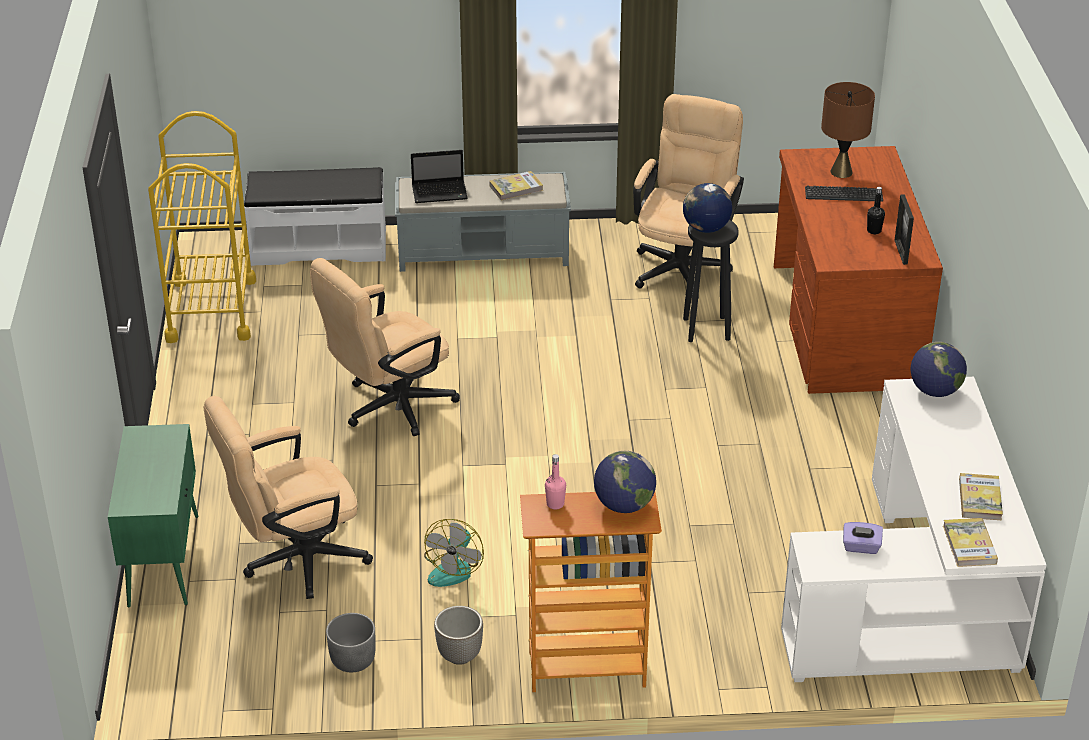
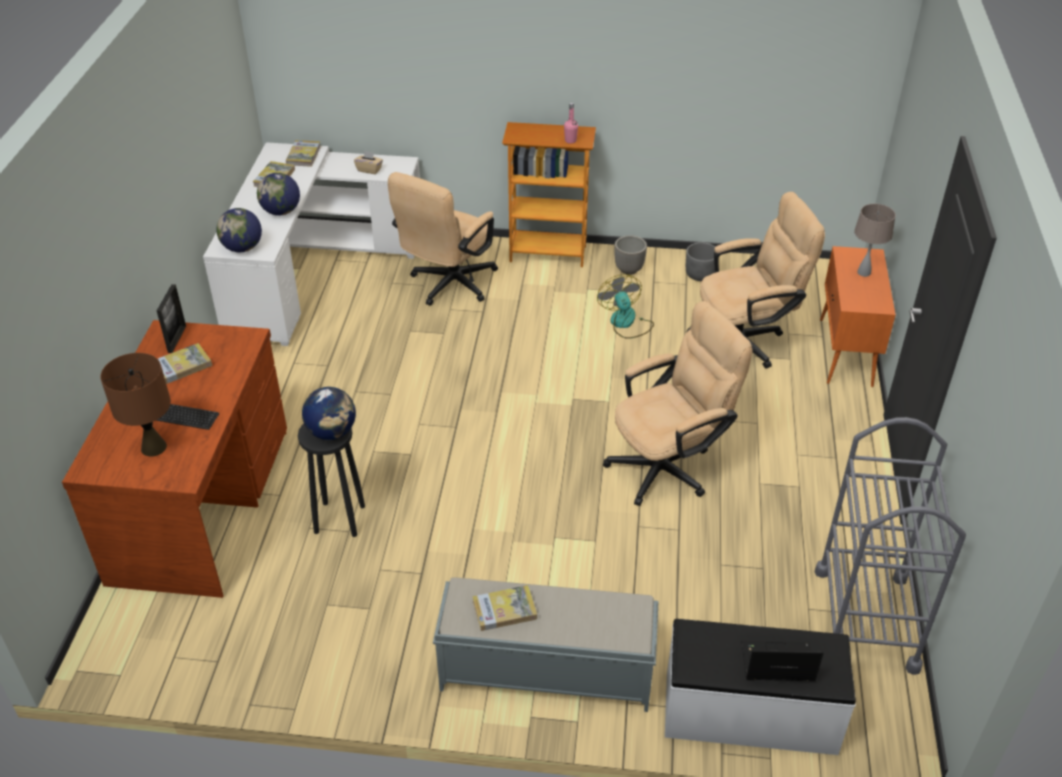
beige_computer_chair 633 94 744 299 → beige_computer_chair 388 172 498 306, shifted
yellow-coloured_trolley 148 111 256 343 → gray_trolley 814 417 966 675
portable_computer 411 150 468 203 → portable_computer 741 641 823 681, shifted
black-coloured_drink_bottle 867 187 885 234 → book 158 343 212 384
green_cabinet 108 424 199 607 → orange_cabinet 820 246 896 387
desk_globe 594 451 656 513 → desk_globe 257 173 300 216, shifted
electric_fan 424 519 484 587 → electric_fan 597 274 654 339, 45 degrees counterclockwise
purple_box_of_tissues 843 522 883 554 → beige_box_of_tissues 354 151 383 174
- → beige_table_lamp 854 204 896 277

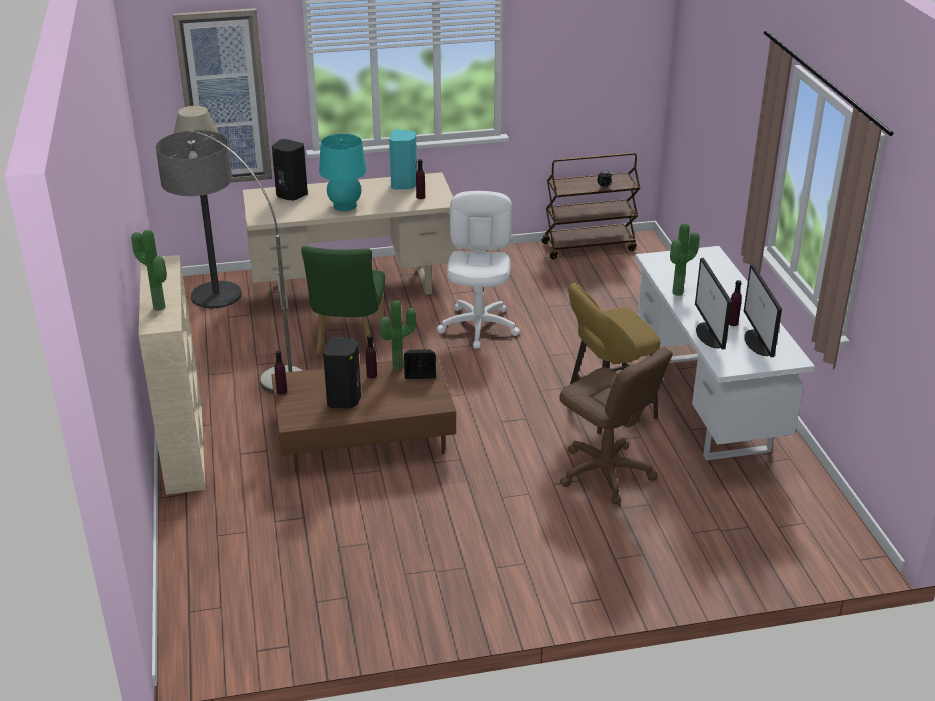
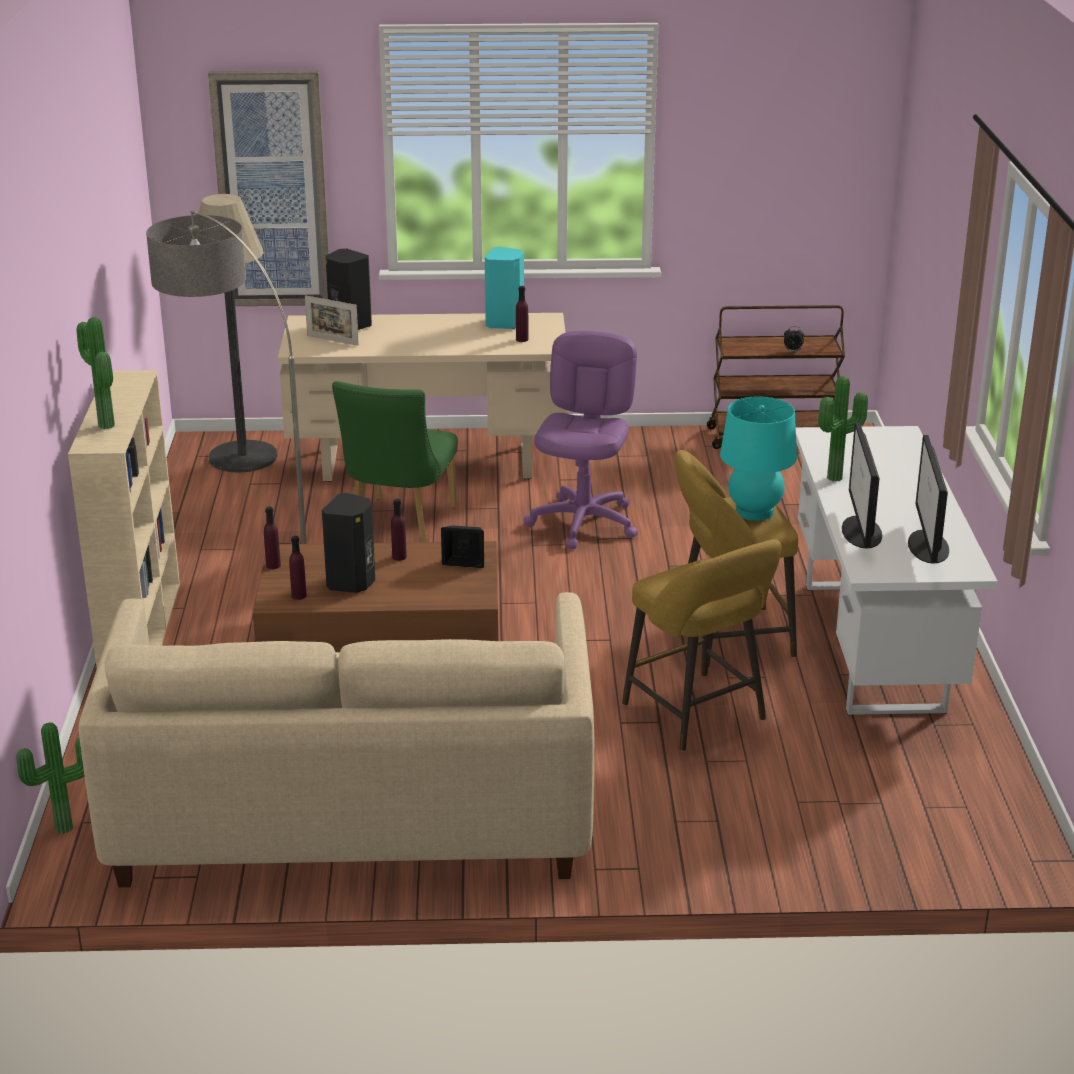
turquoise_table_lamp 319 134 367 211 → turquoise_table_lamp 720 396 797 521, shifted
whitish_computer_chair 437 191 520 349 → purple_computer_chair 524 331 638 549
purple_drink_bottle 729 280 742 326 → purple_drink_bottle 289 536 307 600, shifted
plant_in_a_pot 380 300 416 370 → plant_in_a_pot 16 722 84 834, shifted
brownish_computer_chair 559 347 673 504 → yellow-coloured_sitting_stool 622 539 781 752
- → standing_frame 305 295 359 346
- → beige_sofa 79 592 594 887

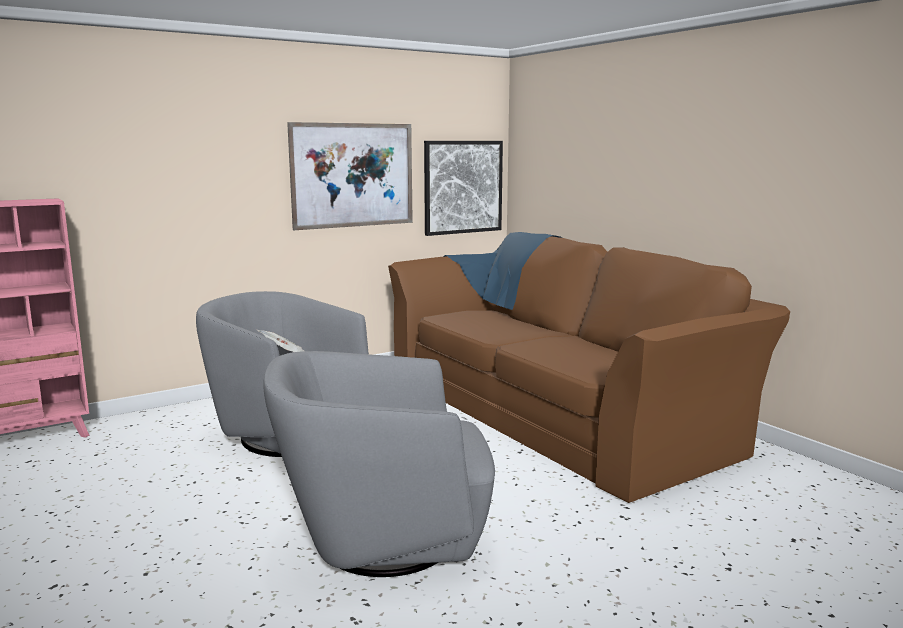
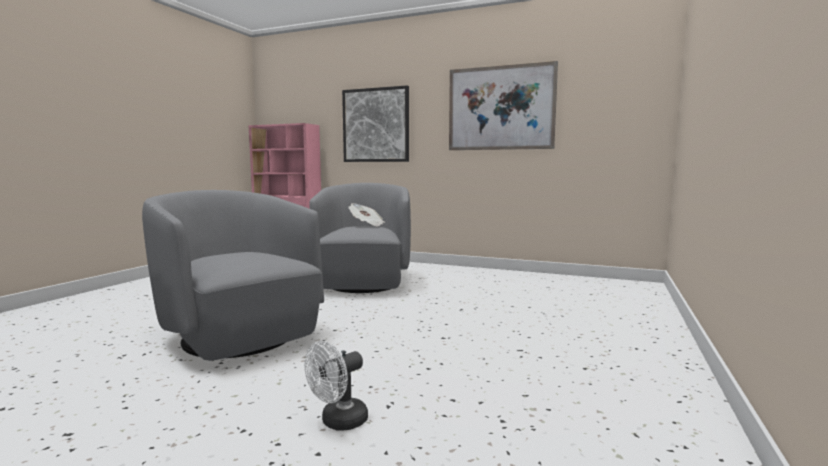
picture 424 141 503 236 → picture 342 85 409 162, shifted
brownish_sofa 388 232 790 503 → -
- → whitish_electric_fan 304 341 368 431

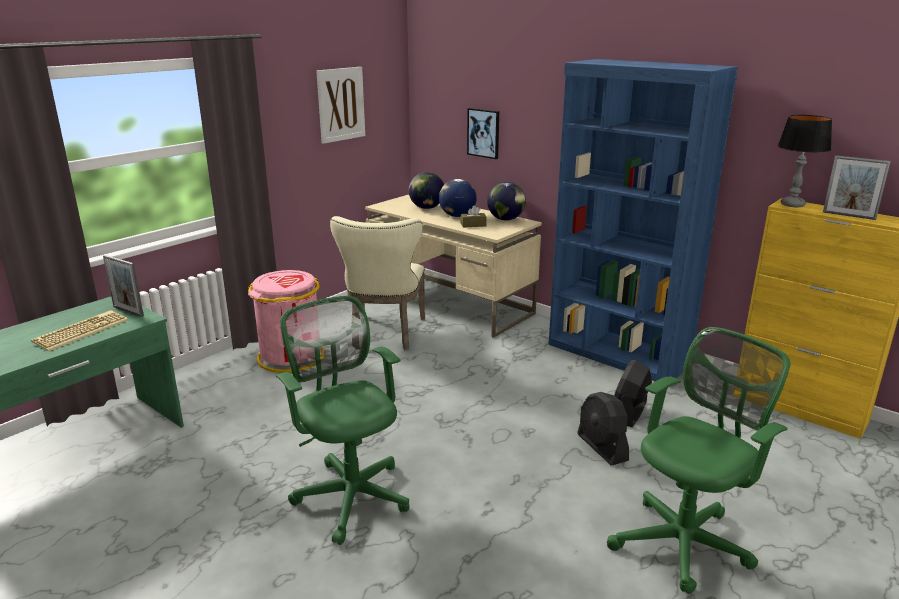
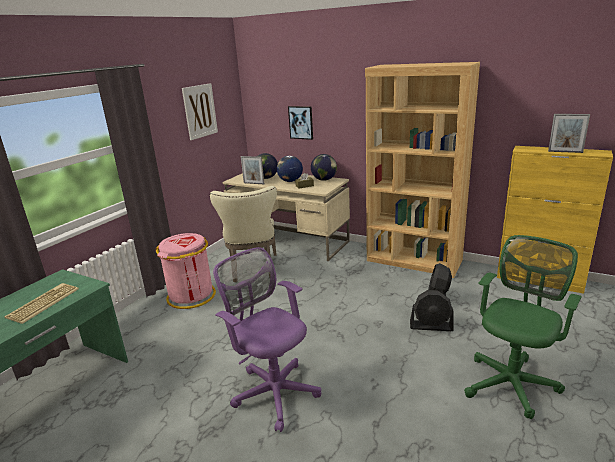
blue_bookcase 549 59 738 381 → brownish_bookcase 365 62 480 278
table_lamp 778 115 832 207 → -
standing_frame 103 255 144 317 → standing_frame 241 156 264 184, shifted
green_computer_chair 276 296 410 545 → purple_computer_chair 213 247 321 432
black-coloured_electric_fan 577 392 629 466 → black-coloured_electric_fan 410 290 454 331, 45 degrees counterclockwise

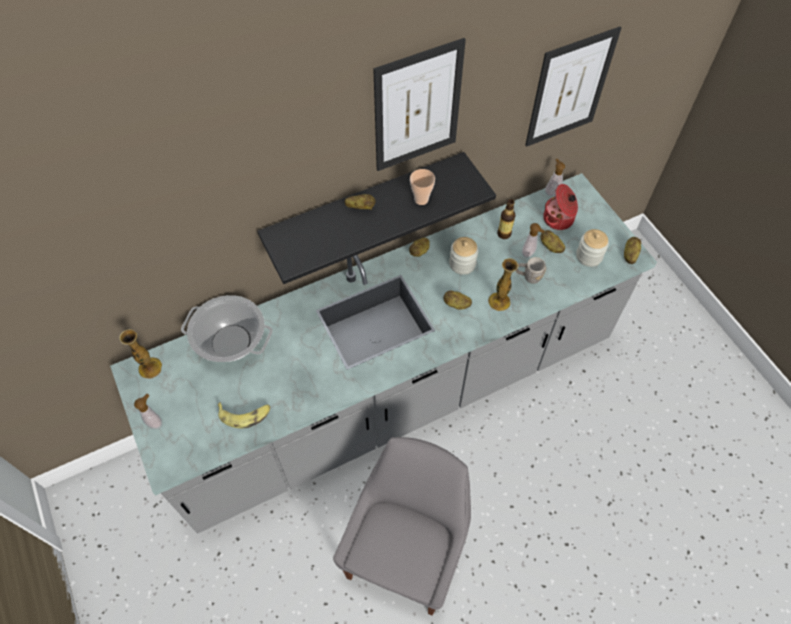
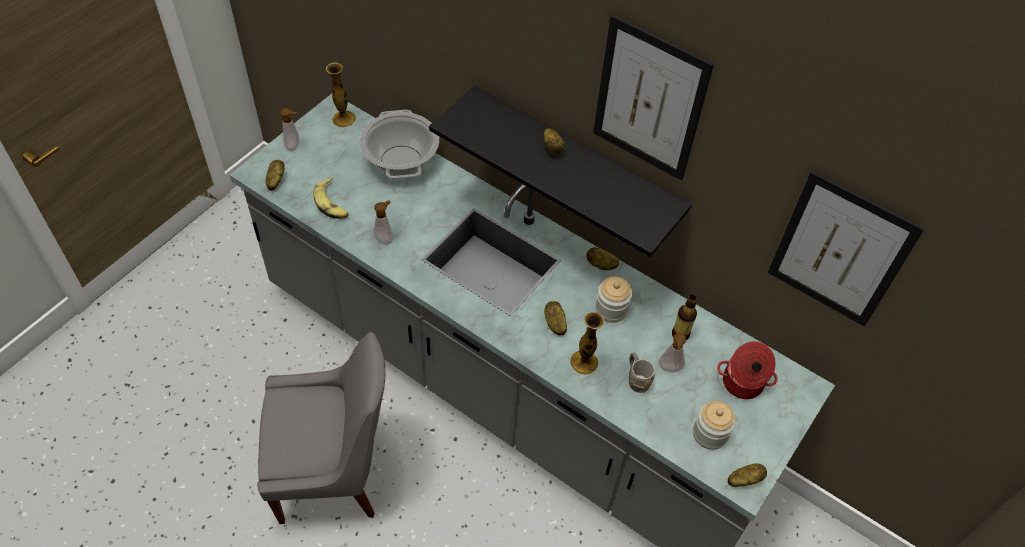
soap_dispenser 545 159 565 196 → soap_dispenser 374 200 393 245, shifted
drinking_cup 410 169 435 205 → -
potato 541 230 565 253 → potato 266 160 285 190, shifted

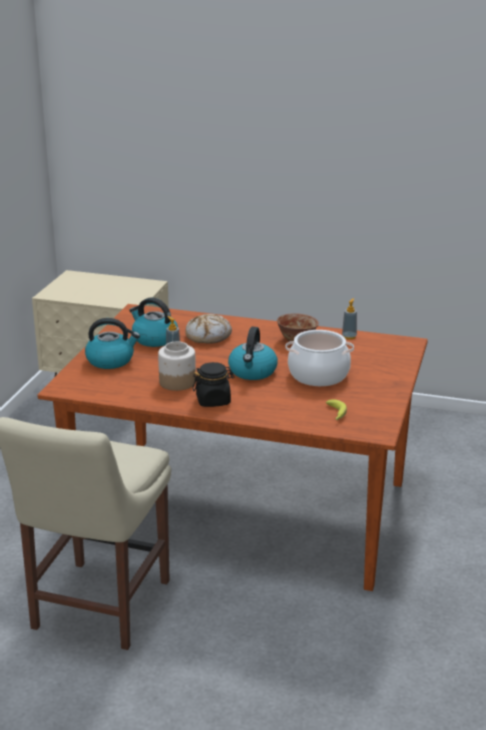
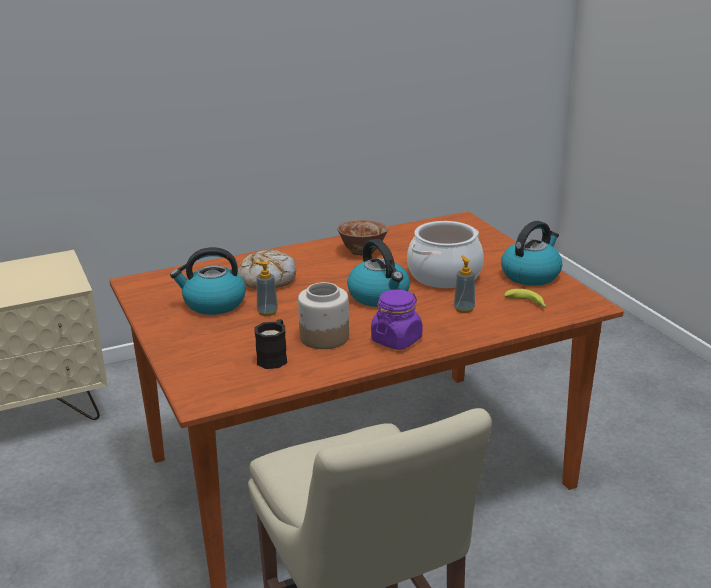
soap_dispenser 342 298 357 340 → soap_dispenser 454 255 475 313, shifted
kettle 85 318 140 369 → kettle 501 221 562 286, shifted
black-coloured_storage_jar 193 362 234 407 → purple_storage_jar 371 289 422 350
- → black-coloured_coffee_mug 255 319 287 369

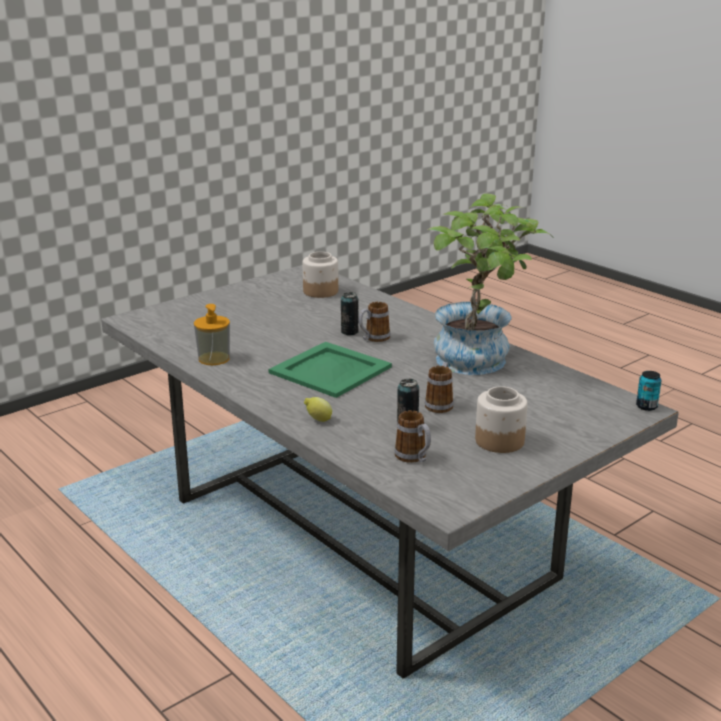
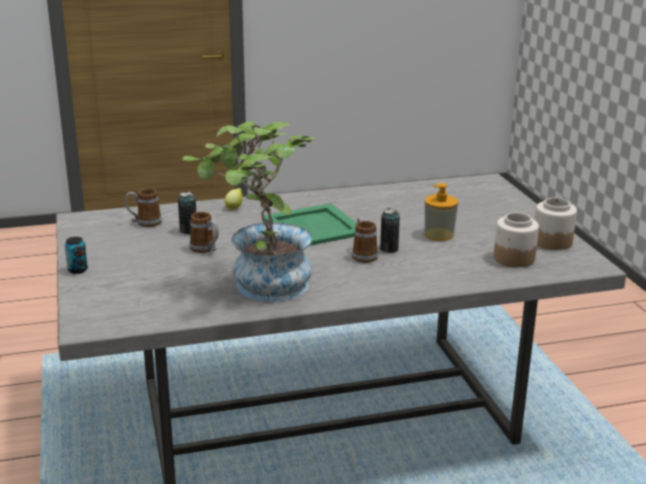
soap_dispenser 194 304 230 365 → soap_dispenser 425 183 458 241, shifted
sealed_can 636 371 662 411 → sealed_can 65 237 88 274, shifted
storage_jar 475 386 528 453 → storage_jar 535 198 577 250, shifted

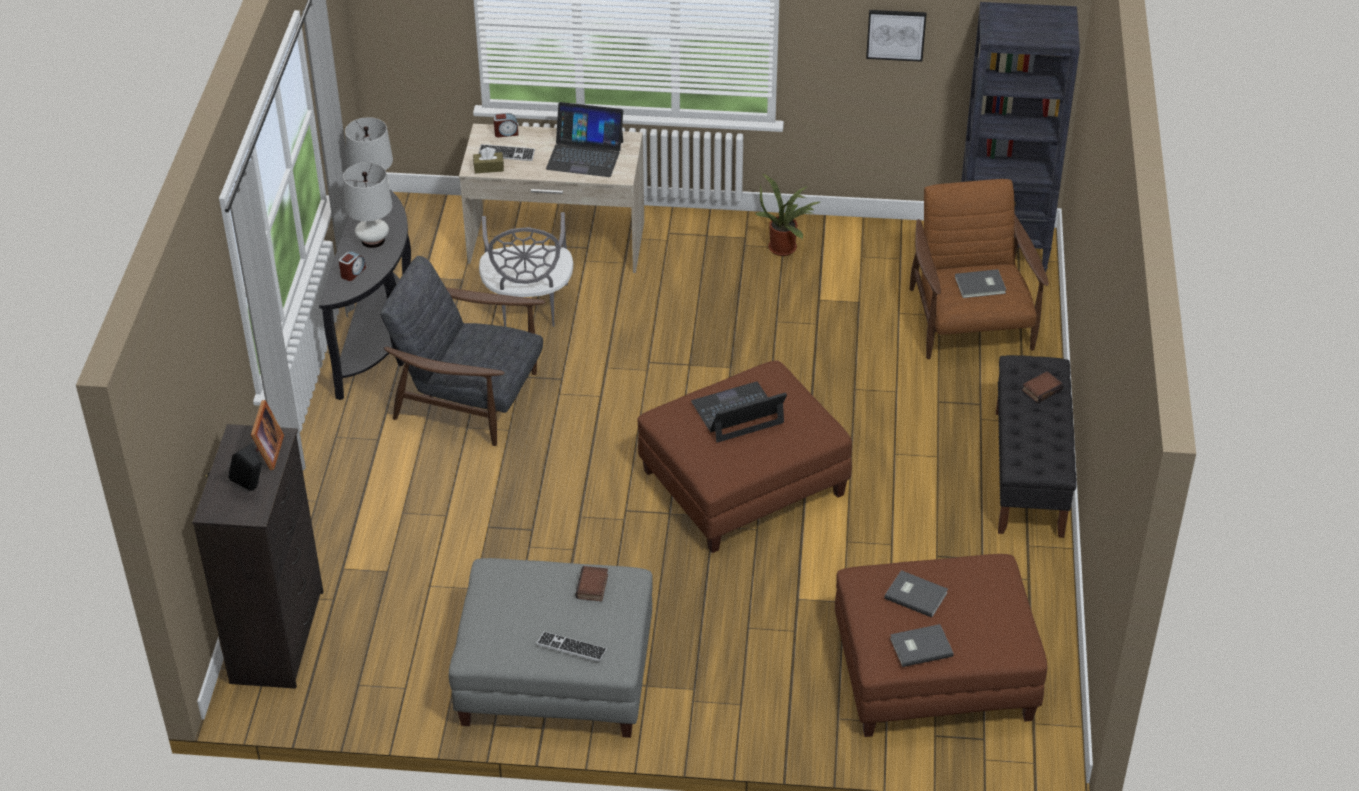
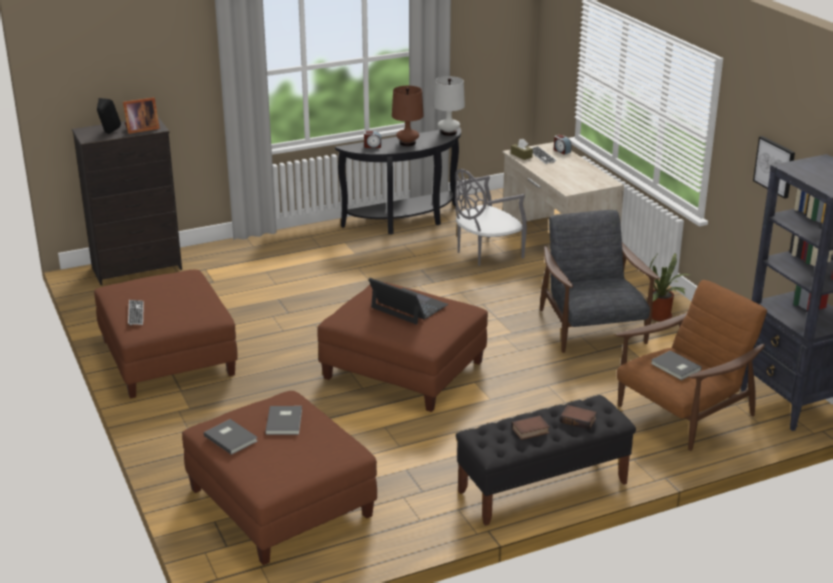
portable_computer 546 102 623 177 → -
whitish_table_lamp 343 162 393 248 → brownish_table_lamp 392 86 424 146
gray_easy_chair 380 256 546 446 → gray_easy_chair 540 210 659 353, shifted
gray_footrest 449 558 653 738 → brownish_footrest 94 270 238 399
book 575 566 608 601 → book 511 415 550 440, shifted

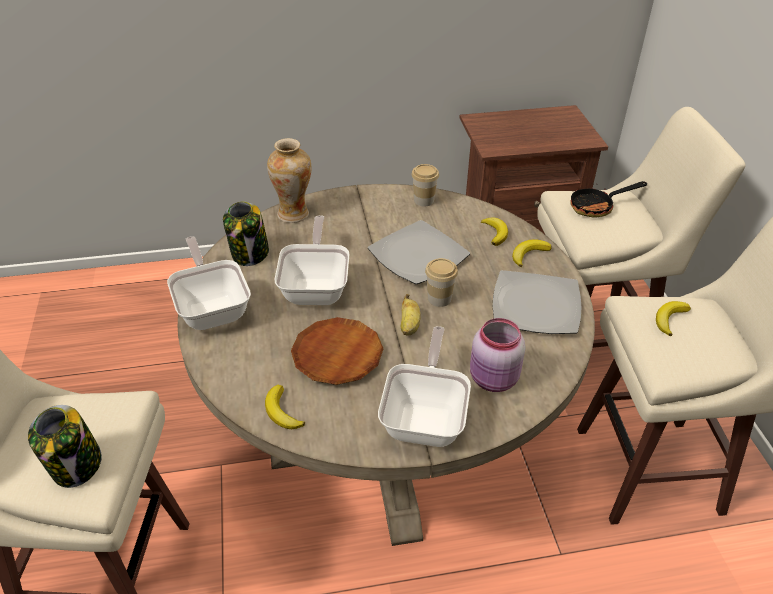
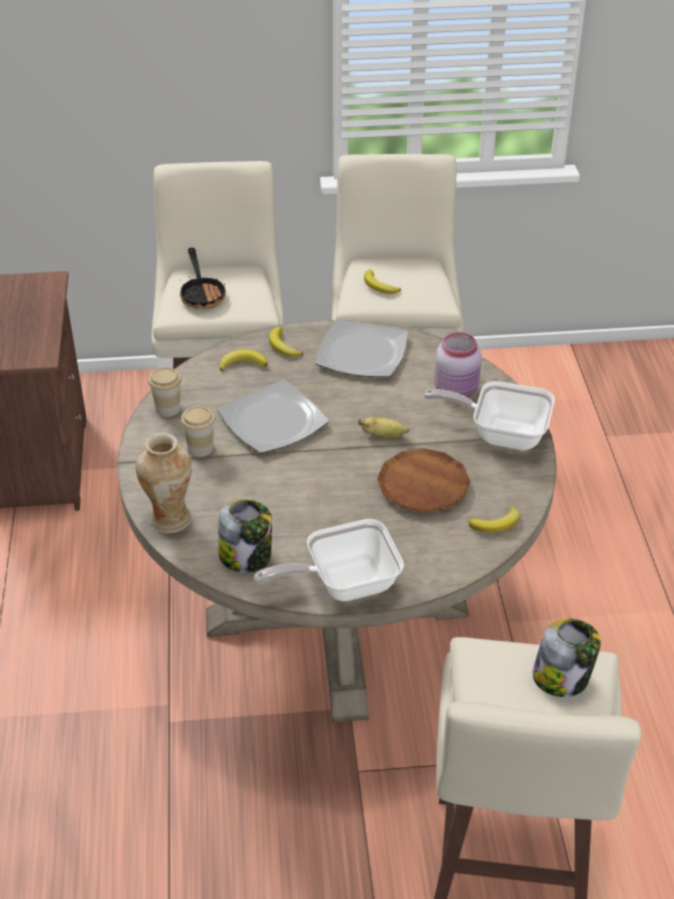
frying_pan 275 215 350 305 → -
drinking_cup 425 258 458 307 → drinking_cup 181 406 215 457, shifted

